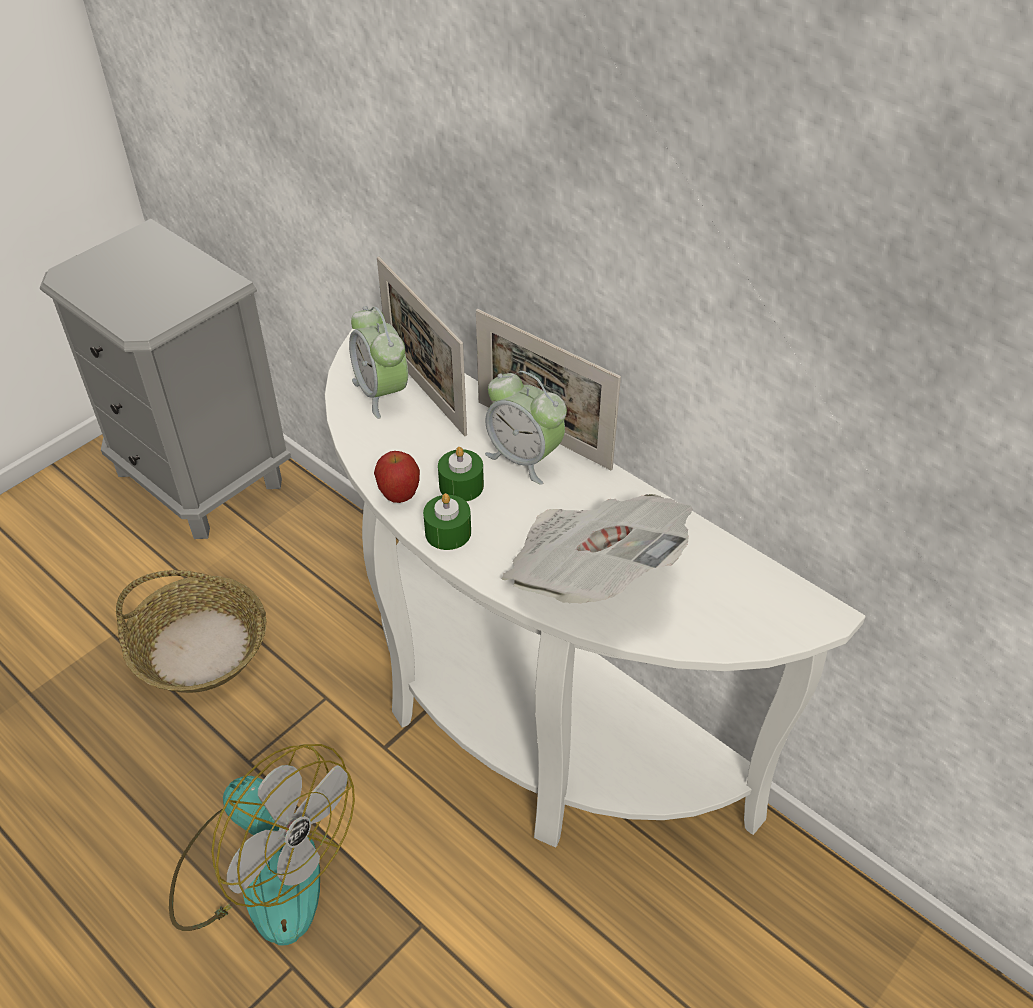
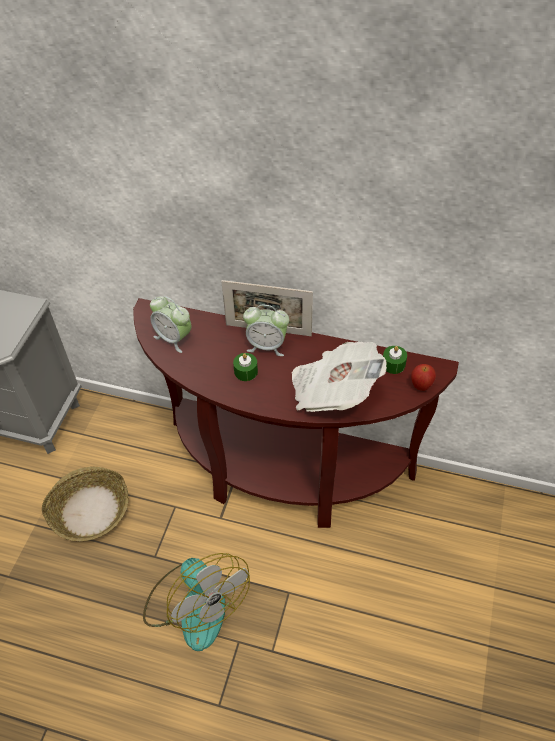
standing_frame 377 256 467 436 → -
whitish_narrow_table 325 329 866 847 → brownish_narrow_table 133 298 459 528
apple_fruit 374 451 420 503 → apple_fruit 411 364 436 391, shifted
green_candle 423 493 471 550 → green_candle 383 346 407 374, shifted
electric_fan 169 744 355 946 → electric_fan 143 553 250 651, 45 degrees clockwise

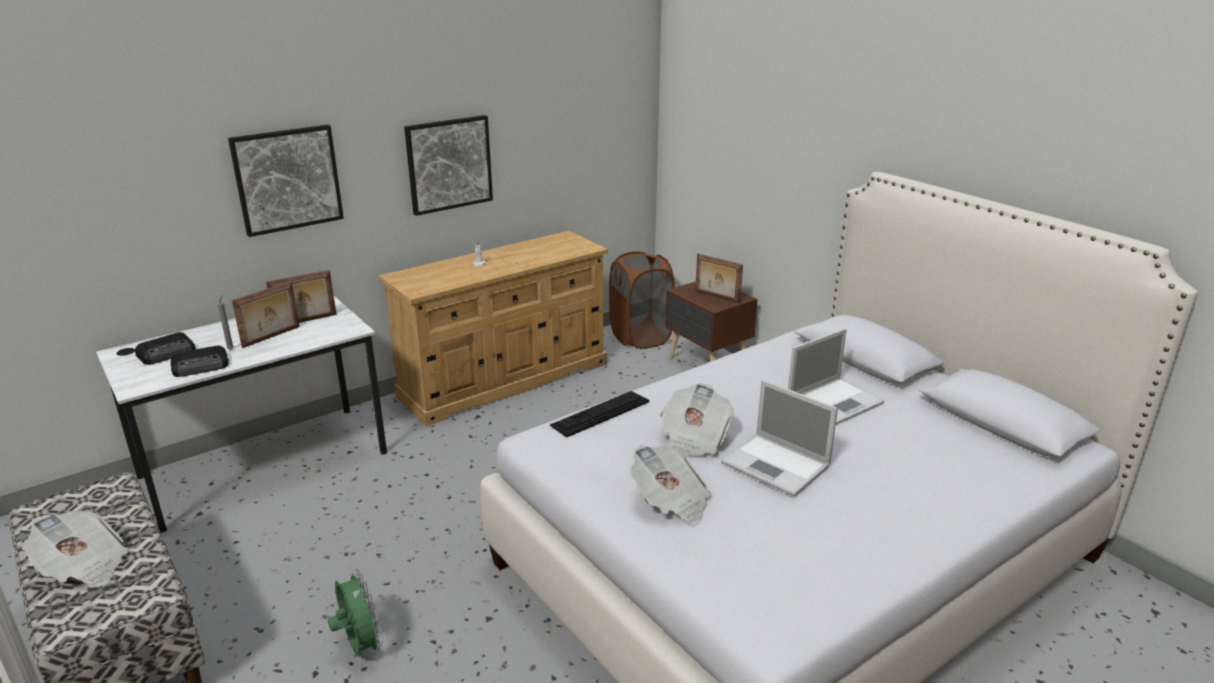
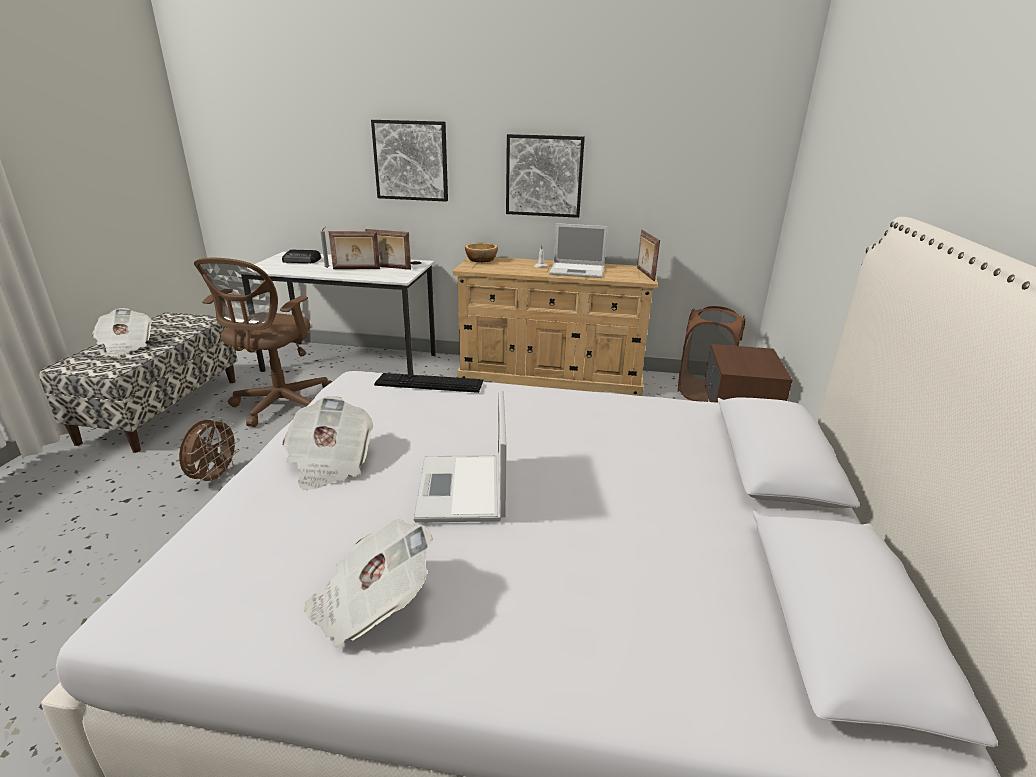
standing_frame 695 254 743 303 → standing_frame 637 230 660 281, shifted
portable_computer 788 328 884 425 → portable_computer 549 223 608 278, shifted
radio_set 170 346 229 377 → -
printed_paper 660 383 734 457 → printed_paper 304 518 433 649, shifted
green_electric_fan 328 569 383 657 → brownish_electric_fan 179 417 240 485
- → serving_bowl 465 243 498 263
- → brownish_computer_chair 194 258 333 427

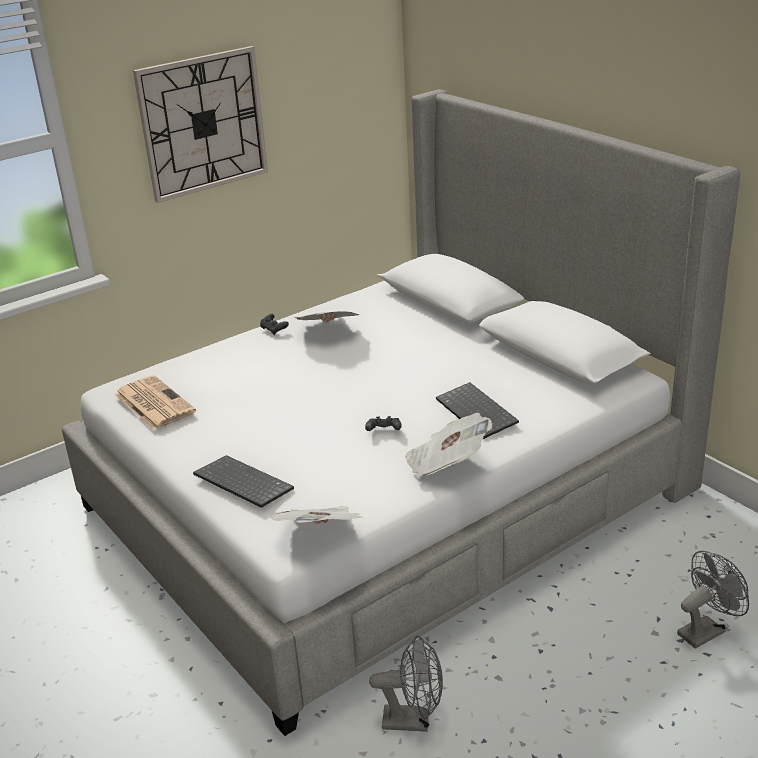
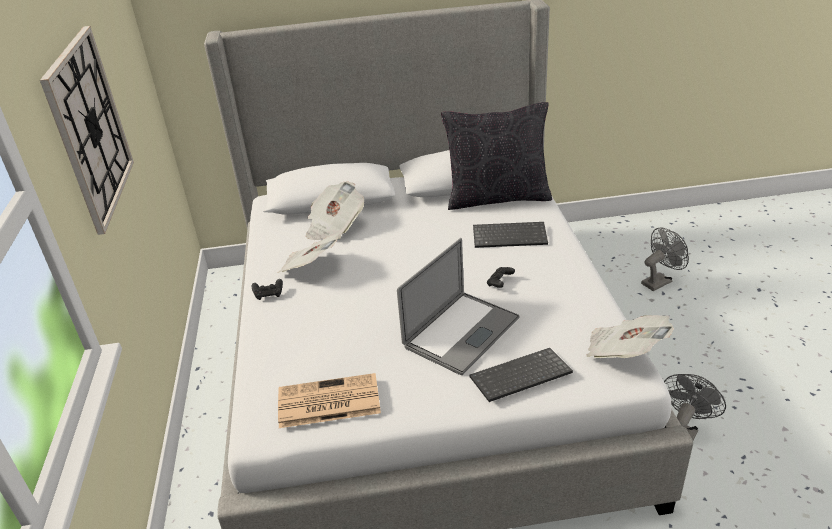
printed_paper 405 413 492 478 → printed_paper 306 181 364 240, shifted
gray_electric_fan 677 551 749 649 → gray_electric_fan 641 228 689 291, 60 degrees clockwise
- → black-coloured_cushion 441 102 552 210
- → portable_computer 397 238 519 375

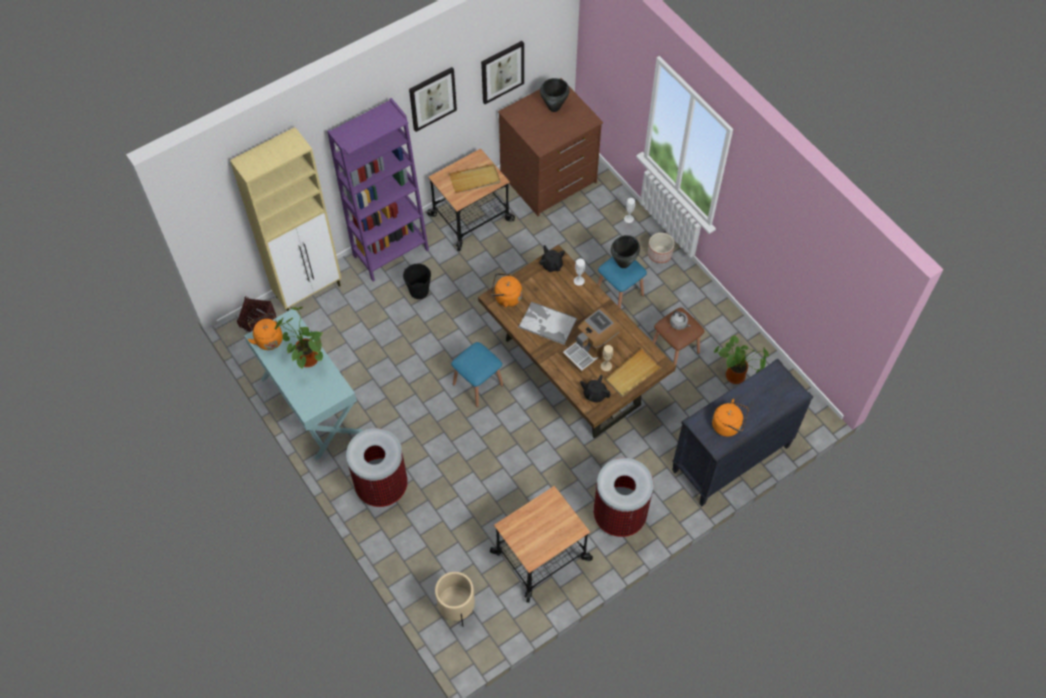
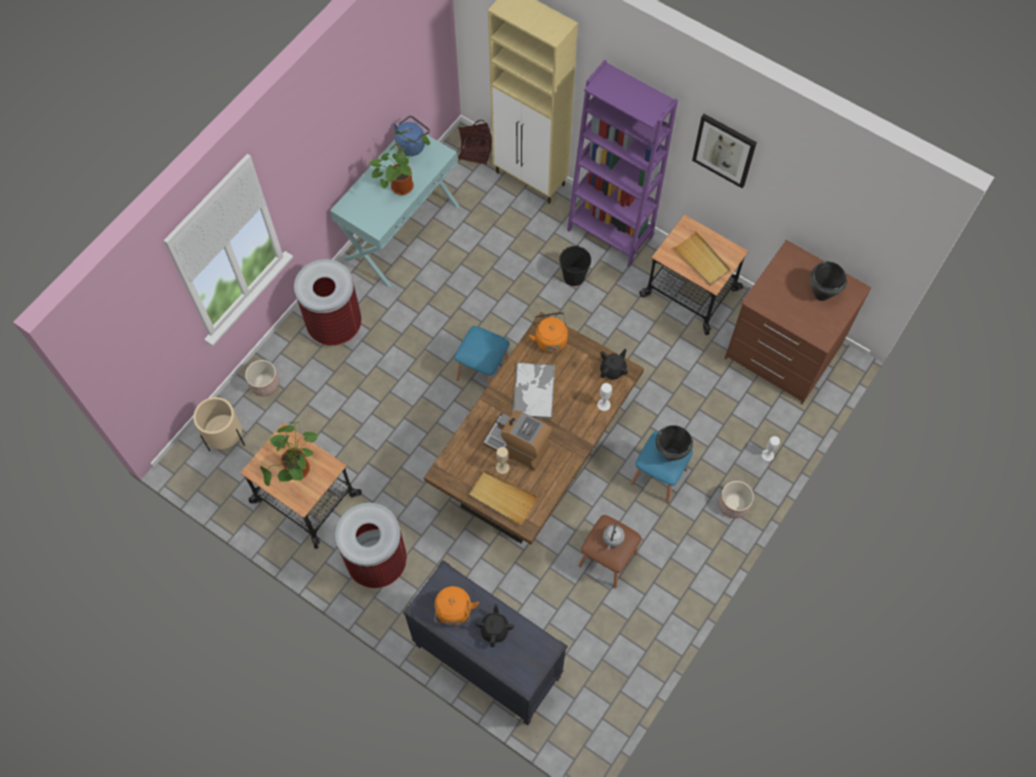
picture 481 41 524 104 → -
orange_kettle 248 313 283 350 → blue_kettle 393 116 430 156
plant_in_a_pot 714 335 769 384 → plant_in_a_pot 260 422 319 486, shifted
black-coloured_teapot 580 375 611 403 → black-coloured_teapot 475 604 514 647, shifted
- → planter 245 360 280 396

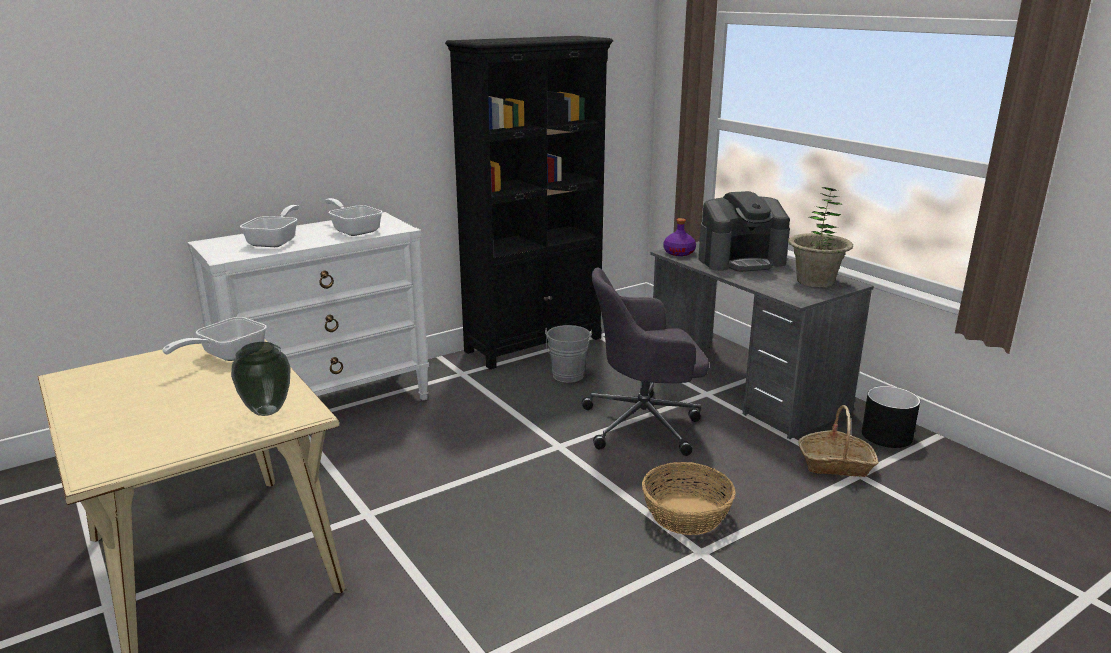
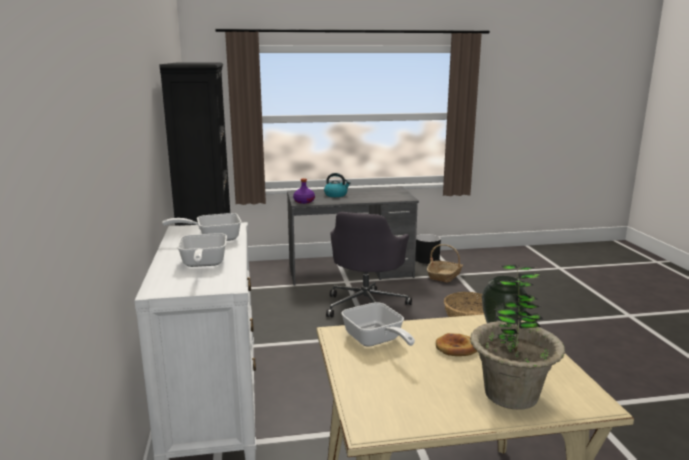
plant_in_a_pot 788 187 853 287 → plant_in_a_pot 470 265 565 409, shifted
coffee_machine 698 191 790 272 → kettle 324 173 351 197
frying_pan 240 205 299 247 → frying_pan 177 233 227 267, 135 degrees counterclockwise
gray_water_bucket 545 325 592 383 → -
- → bread 436 333 477 356

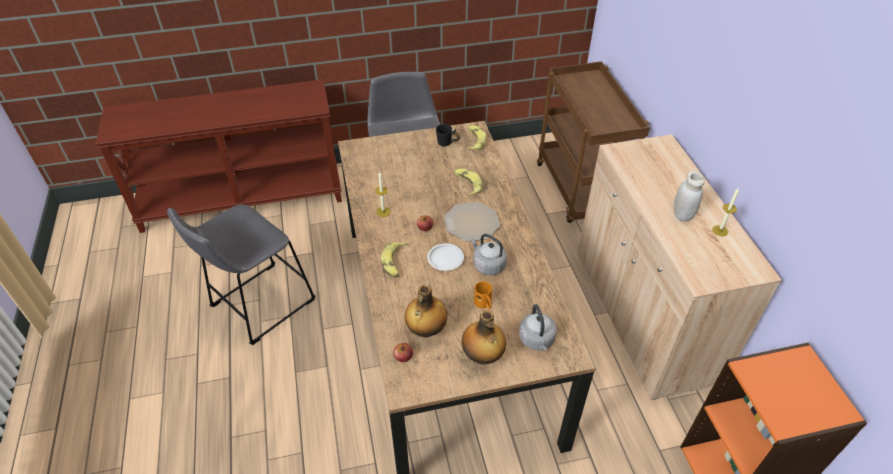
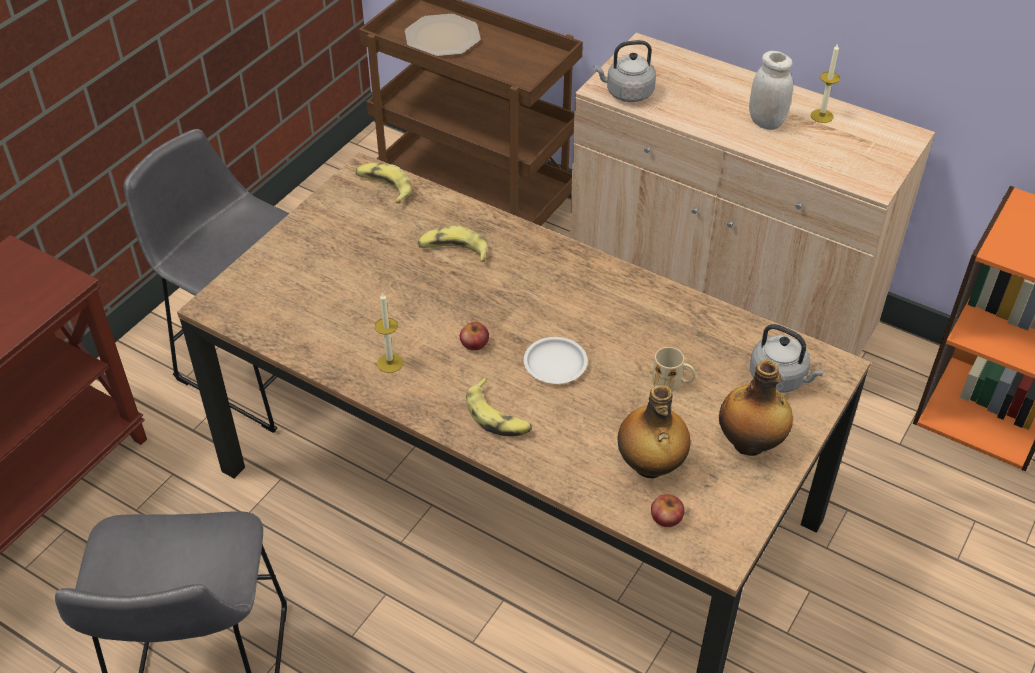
black-coloured_coffee_mug 436 124 460 146 → -
flat_dish 444 202 500 242 → flat_dish 405 14 481 56, shifted
gray_kettle 470 234 507 275 → gray_kettle 594 40 656 102, shifted
orange_coffee_mug 474 281 492 309 → beige_coffee_mug 652 347 695 392

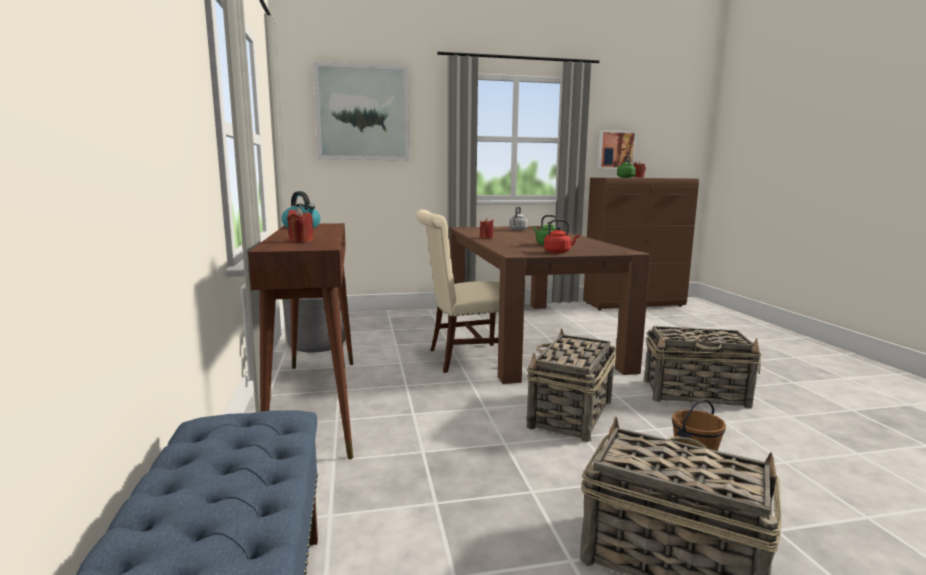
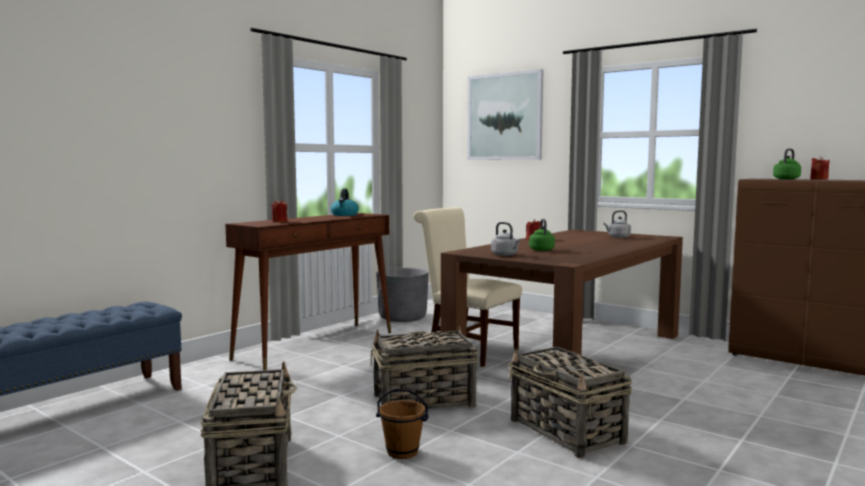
picture 598 130 637 169 → -
red_kettle 544 219 579 253 → gray_kettle 491 222 521 256

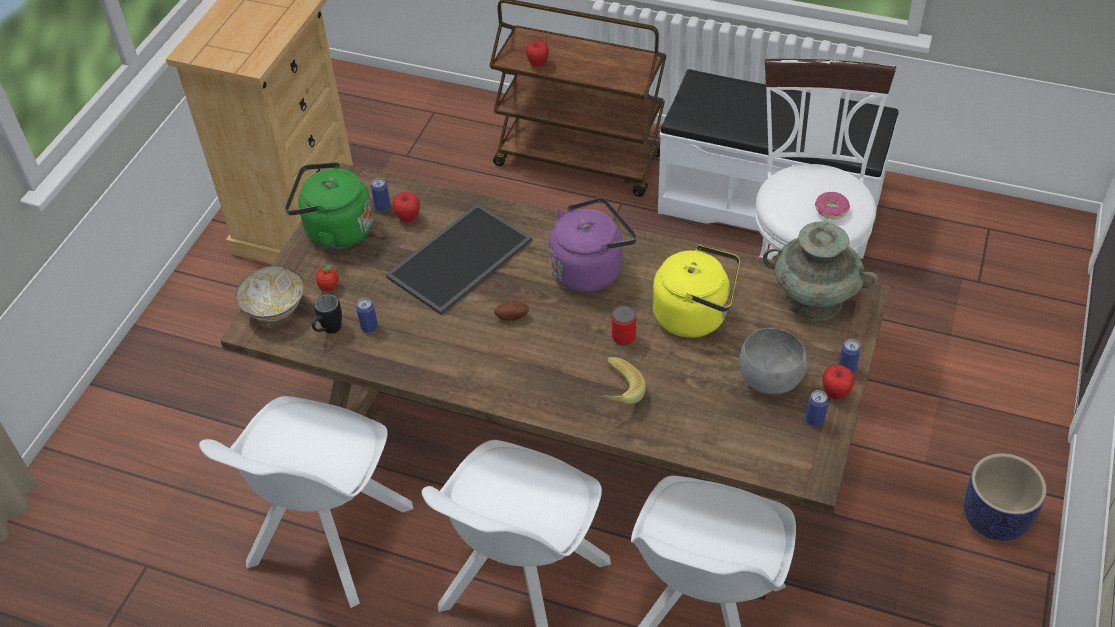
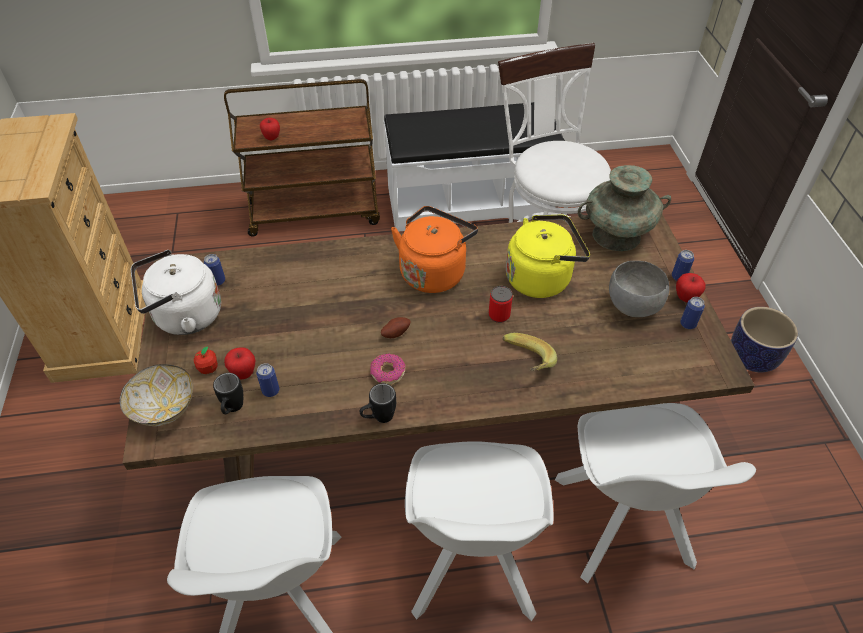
green_kettle 285 162 373 249 → whitish_kettle 131 250 221 335
apple_fruit 392 192 420 222 → apple_fruit 224 347 255 380, shifted
donut 815 192 850 220 → donut 370 354 406 384, shifted
purple_kettle 549 197 637 293 → orange_kettle 391 206 478 293
serving_tray 386 204 532 315 → -
- → black-coloured_coffee_mug 360 383 396 423

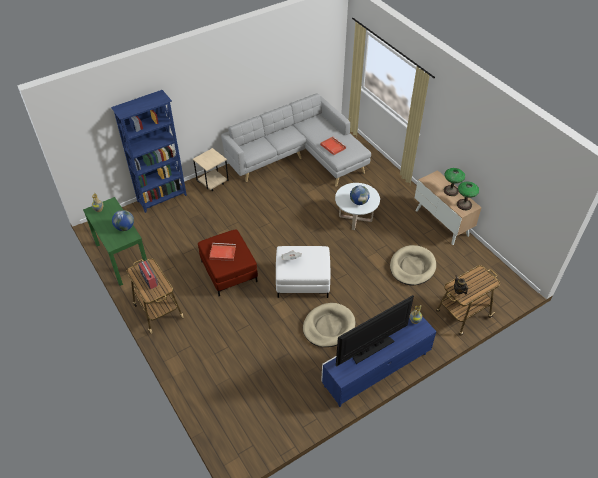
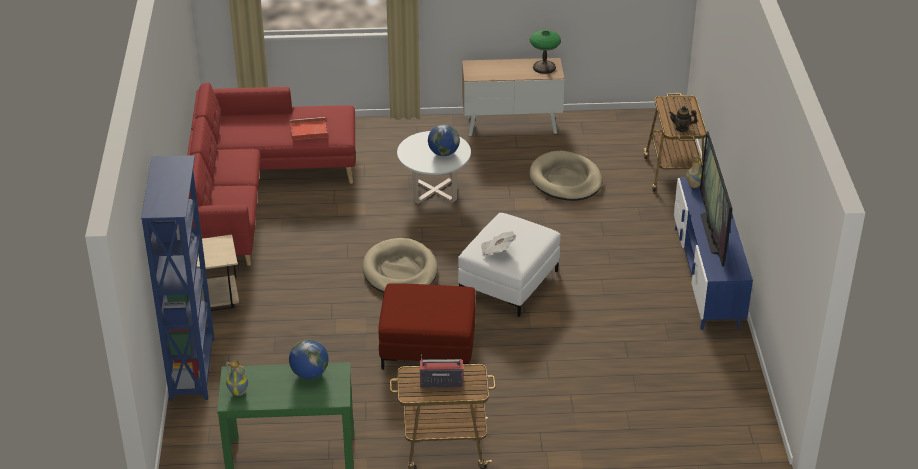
gray_sofa 221 94 371 187 → red_sofa 187 83 355 266
table_lamp 444 168 465 196 → -
red_serving_tray 209 243 236 261 → -
beige_pet_bed 303 303 355 347 → beige_pet_bed 363 238 438 293, shifted

